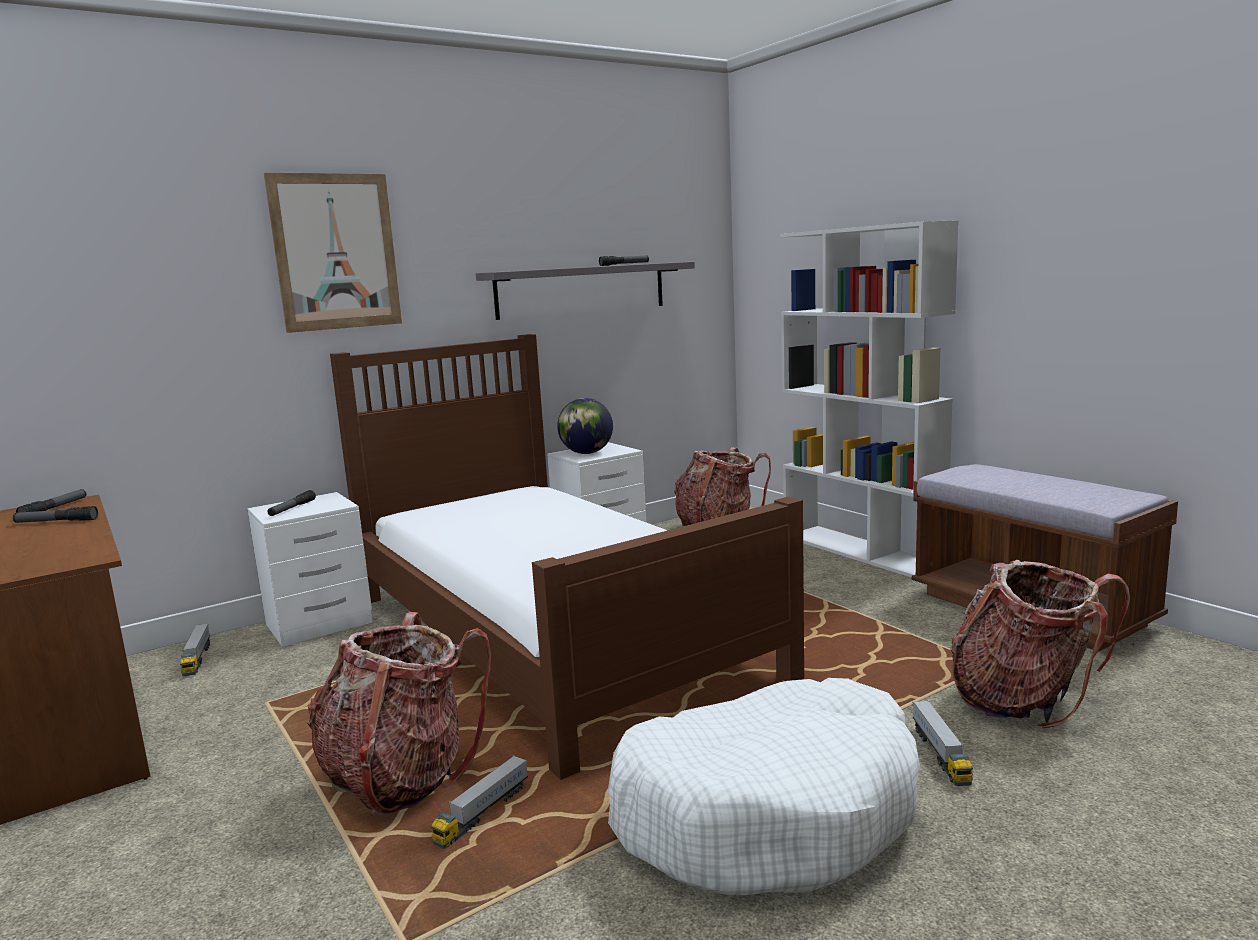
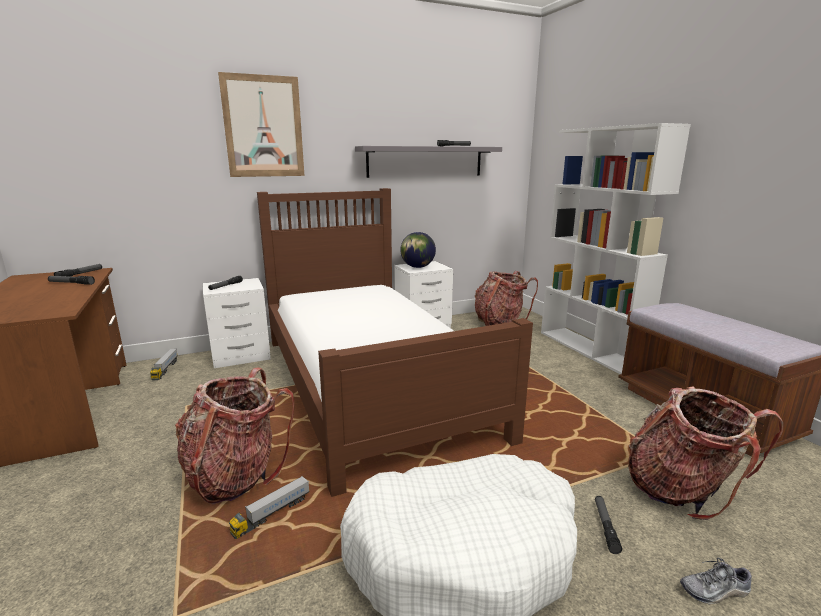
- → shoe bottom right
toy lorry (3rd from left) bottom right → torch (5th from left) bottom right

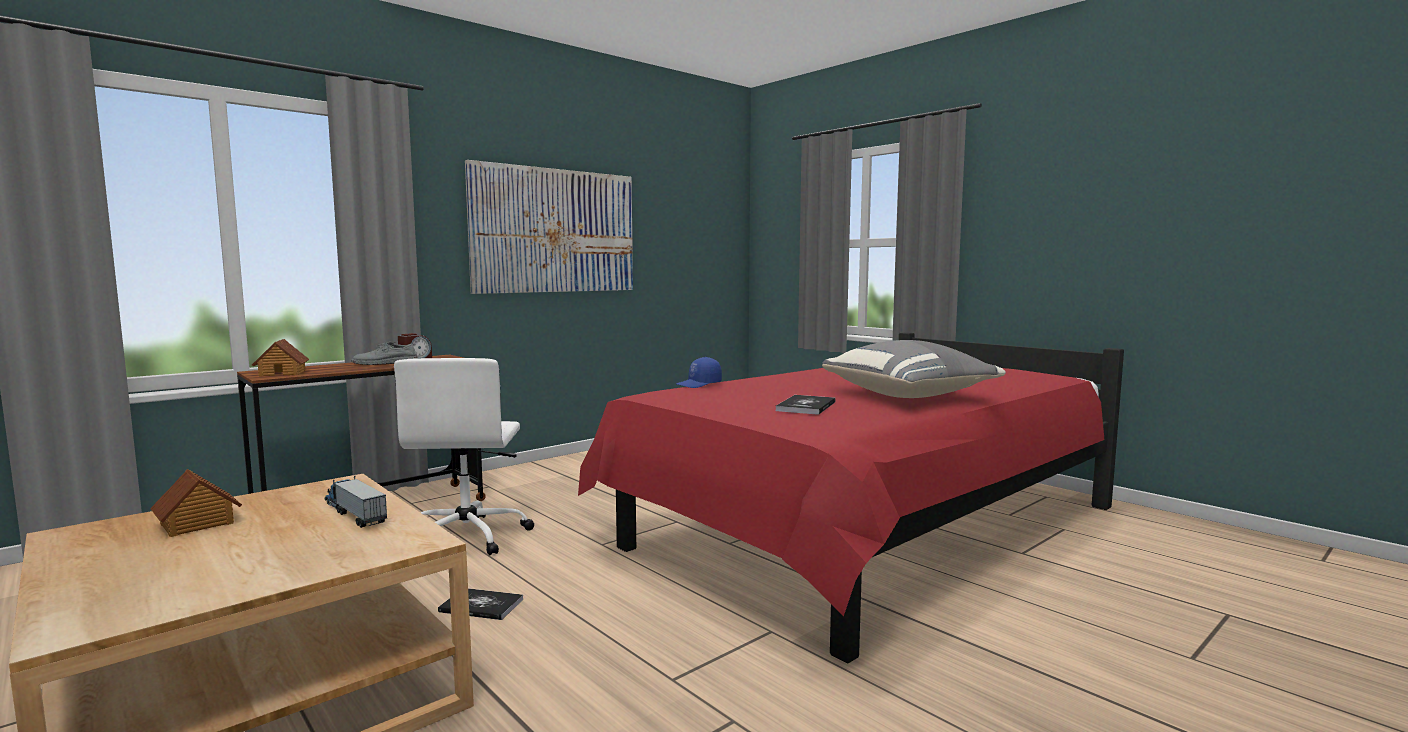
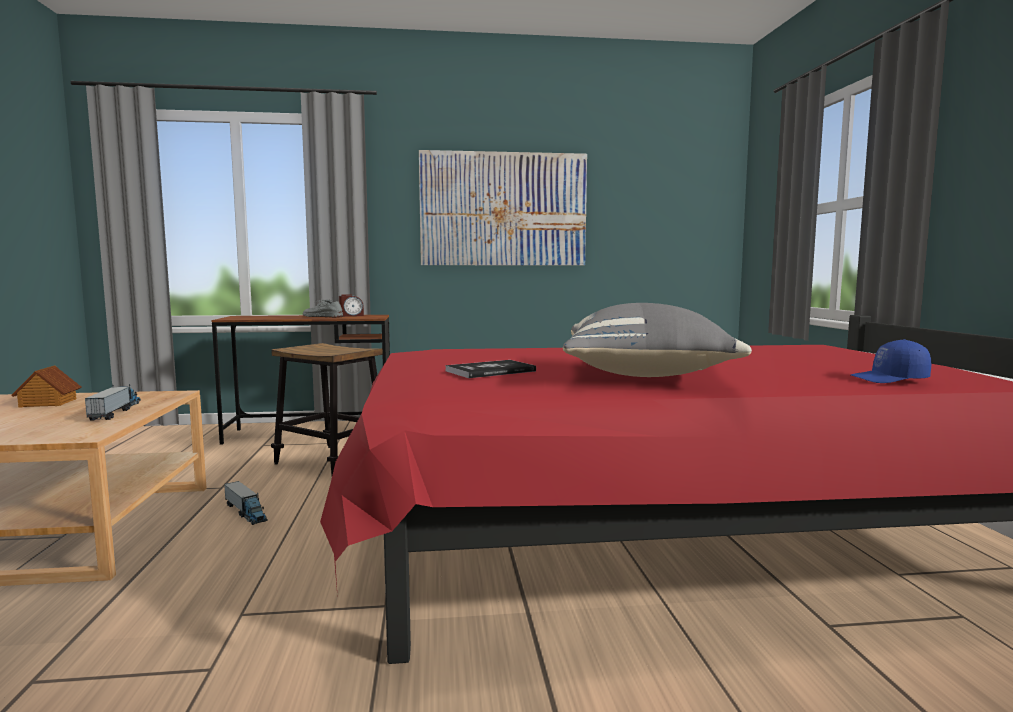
model house (2nd from left) middle left → -
baseball cap/blue-coloured centre → baseball cap/blue-coloured middle right, moved
computer chair/white-coloured middle left → sitting stool middle left
volume (1st from left) bottom centre → toy lorry (2nd from left) bottom left

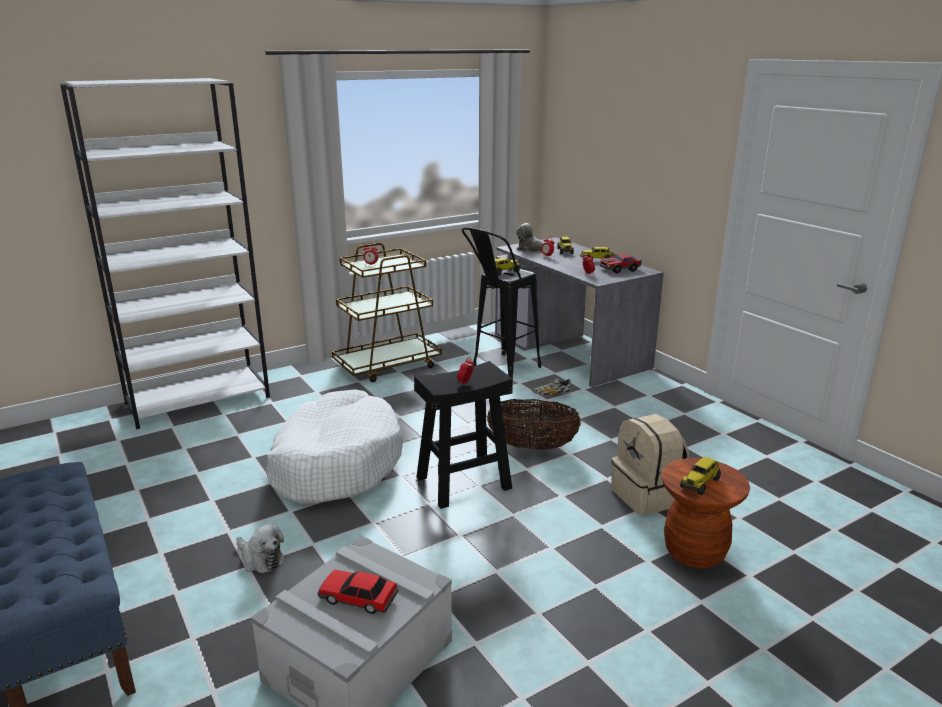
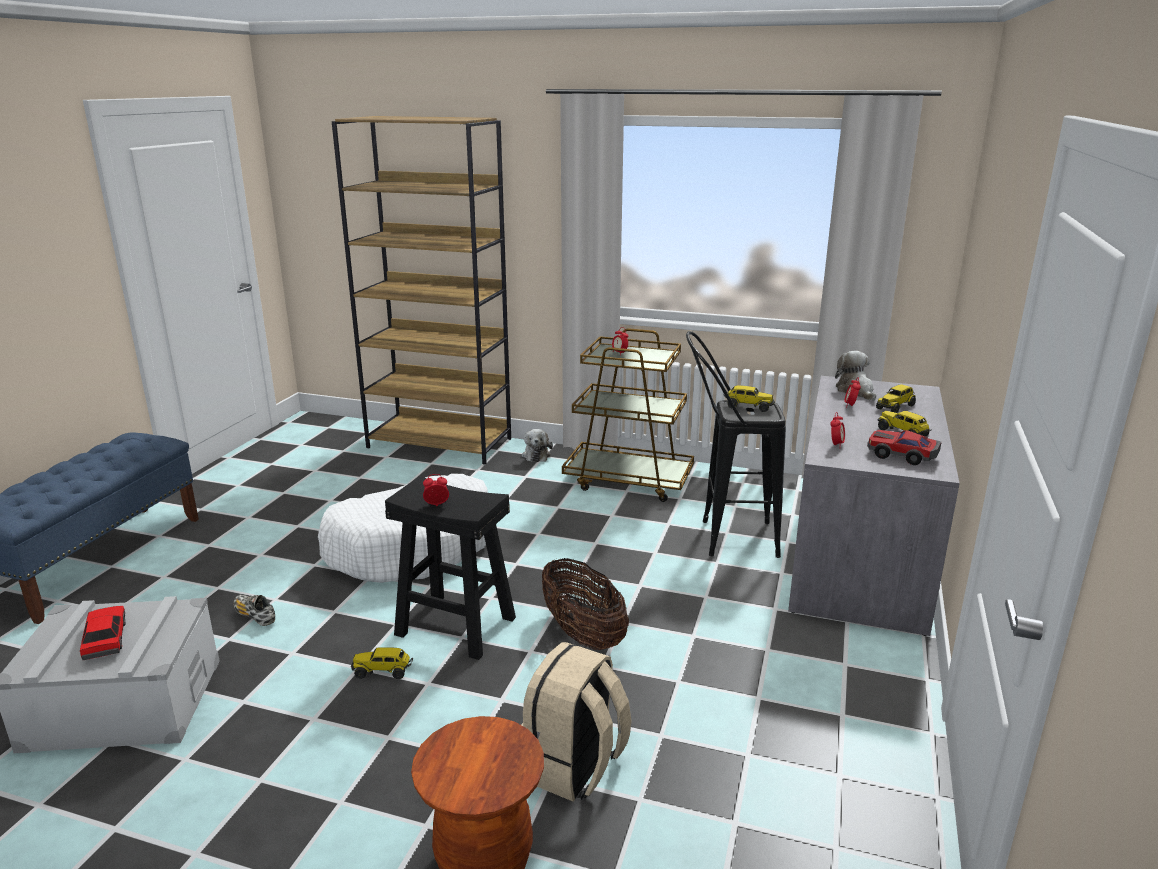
cuddly toy (1st from left) bottom left → cuddly toy (1st from left) centre, moved
shoe centre → shoe bottom left, moved
toy lorry (4th from left in the first image) bottom right → toy lorry (1st from left) bottom left, moved
bookcase/white-coloured middle left → bookcase/brown-coloured centre

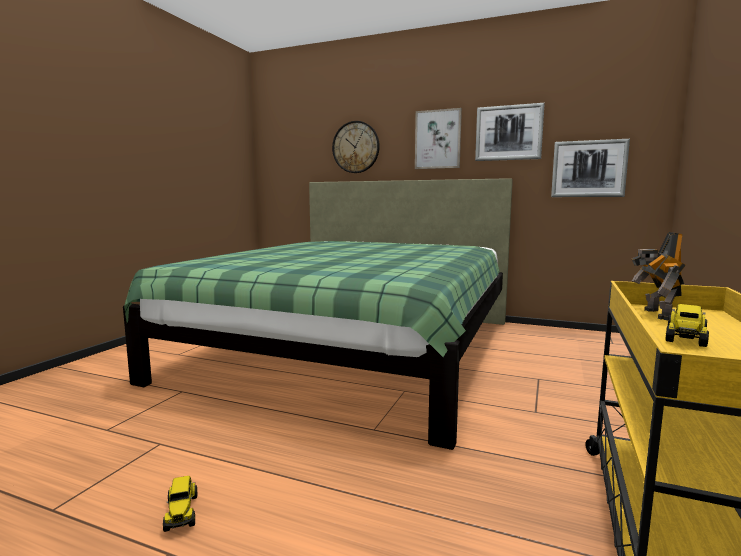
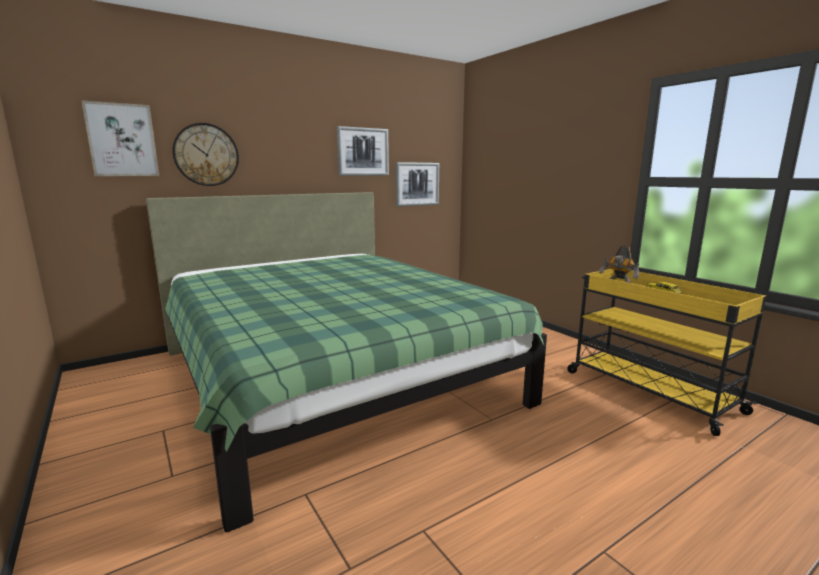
toy lorry (1st from left) bottom left → -
wall picture (1st from left) top centre → wall picture (1st from left) top left, moved

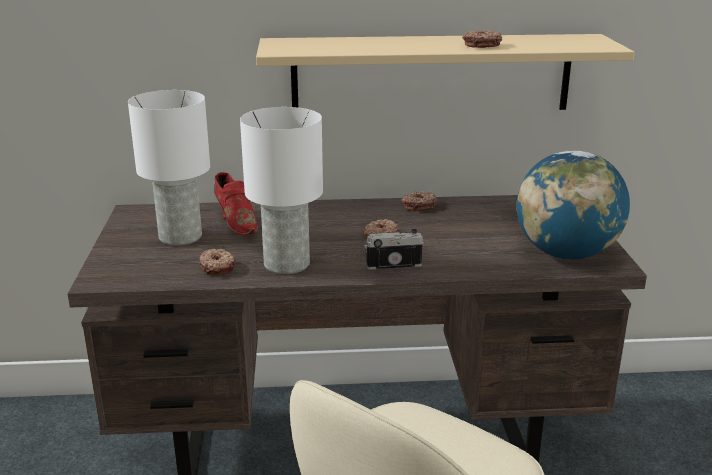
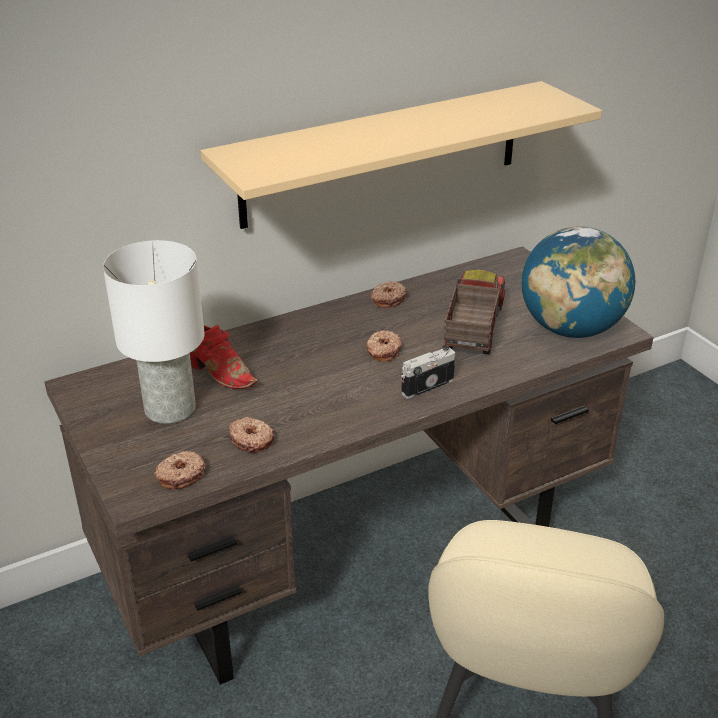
lamp for a table/white-coloured (2nd from left) centre → -
- → toy lorry centre
doughnut (4th from left in the first image) top right → doughnut (1st from left) middle left, moved

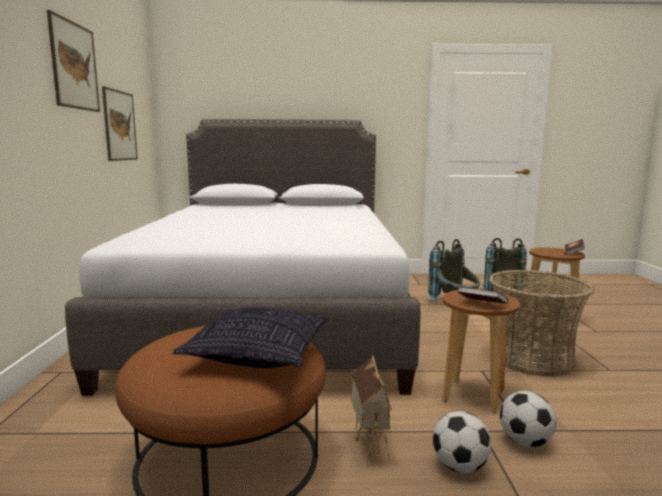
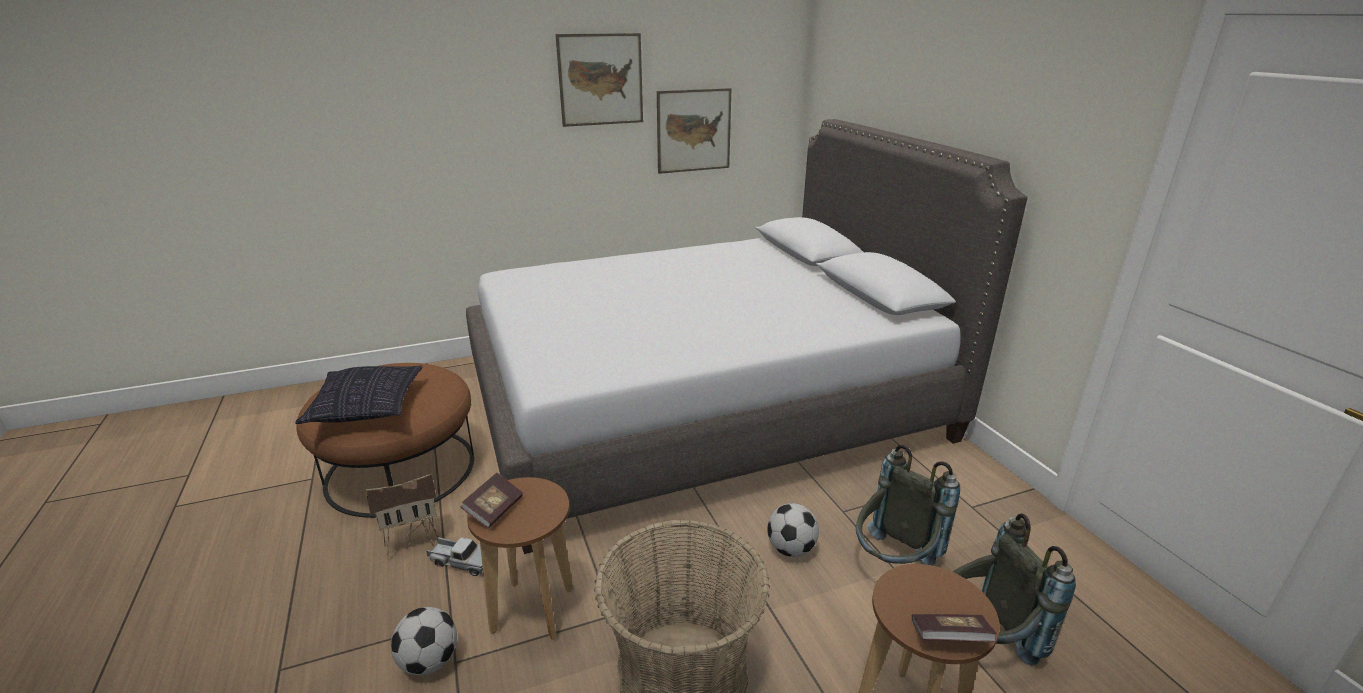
- → toy lorry bottom left
football (1st from left in the first image) bottom right → football (2nd from left) bottom centre, moved

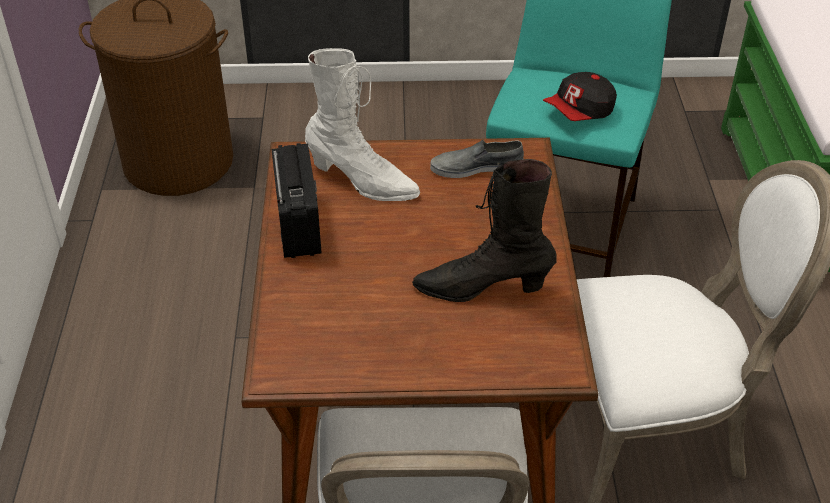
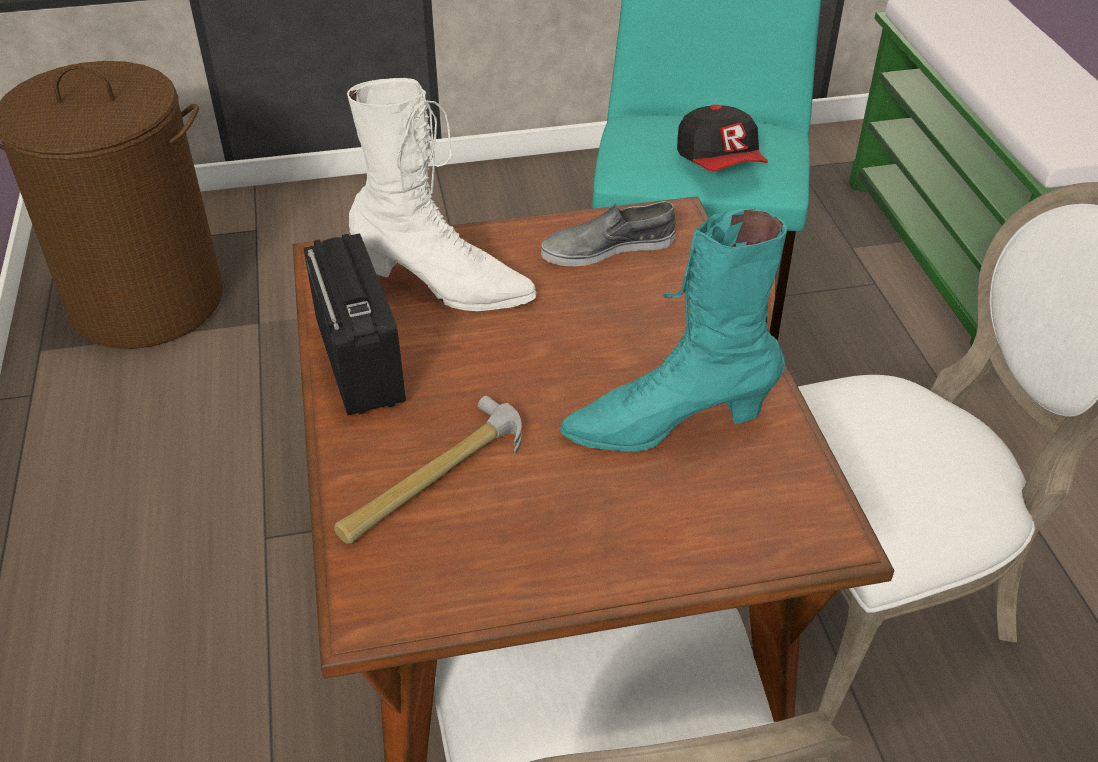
- → tool hammer centre
boot/black-coloured centre → boot/turquoise-coloured centre
baseball cap top right → baseball cap top centre, 60 degrees counterclockwise

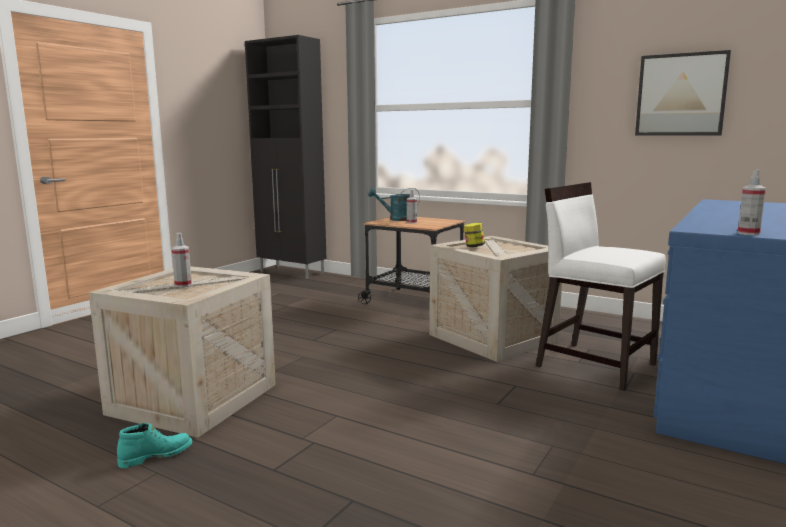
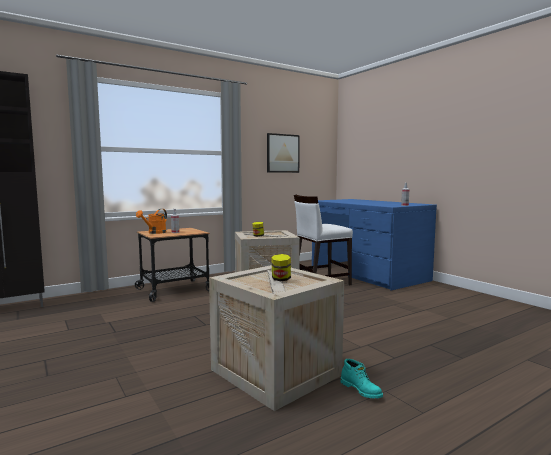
sprayer (1st from left) middle left → storage jar (2nd from left) centre
watering pot/turquoise-coloured centre → watering pot/orange-coloured middle left
boot/turquoise-coloured bottom left → boot/turquoise-coloured bottom centre, 150 degrees clockwise

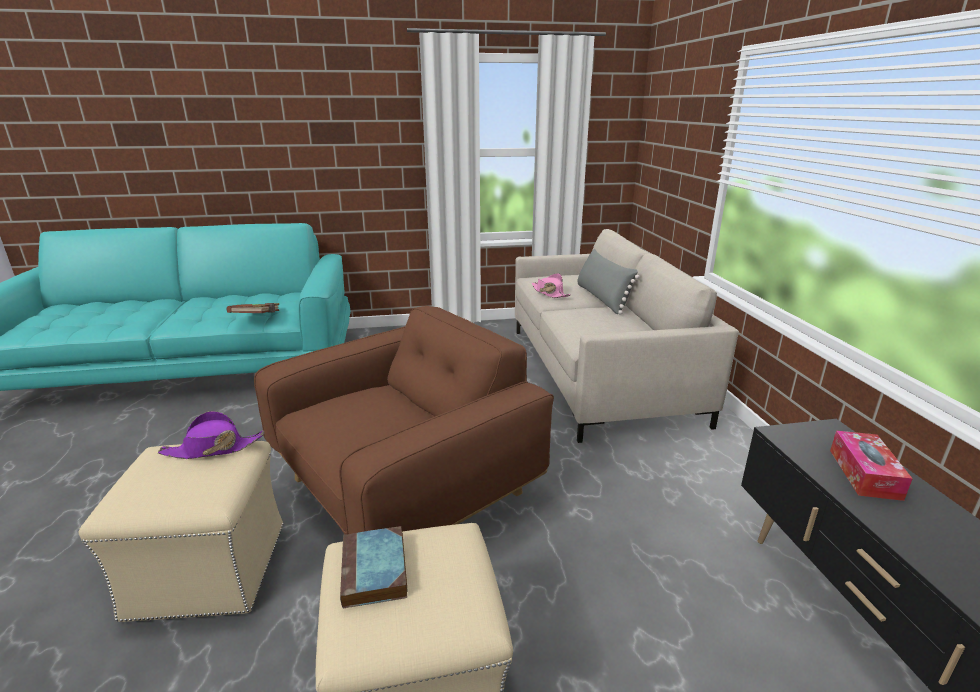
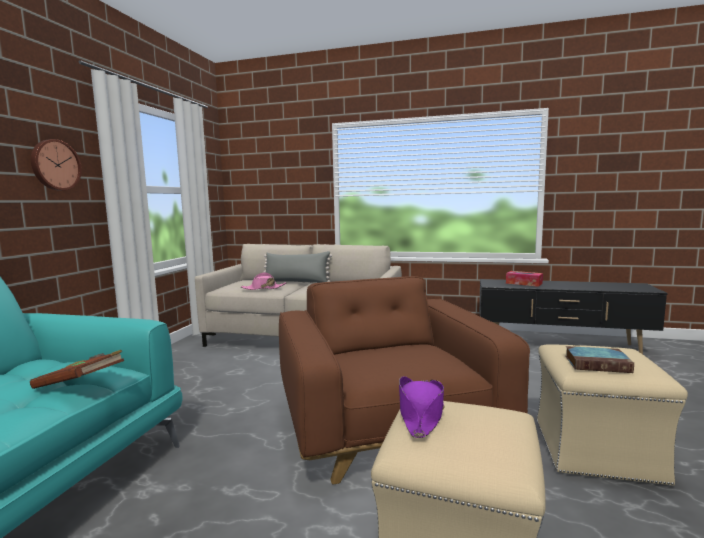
- → clock on the wall top left

